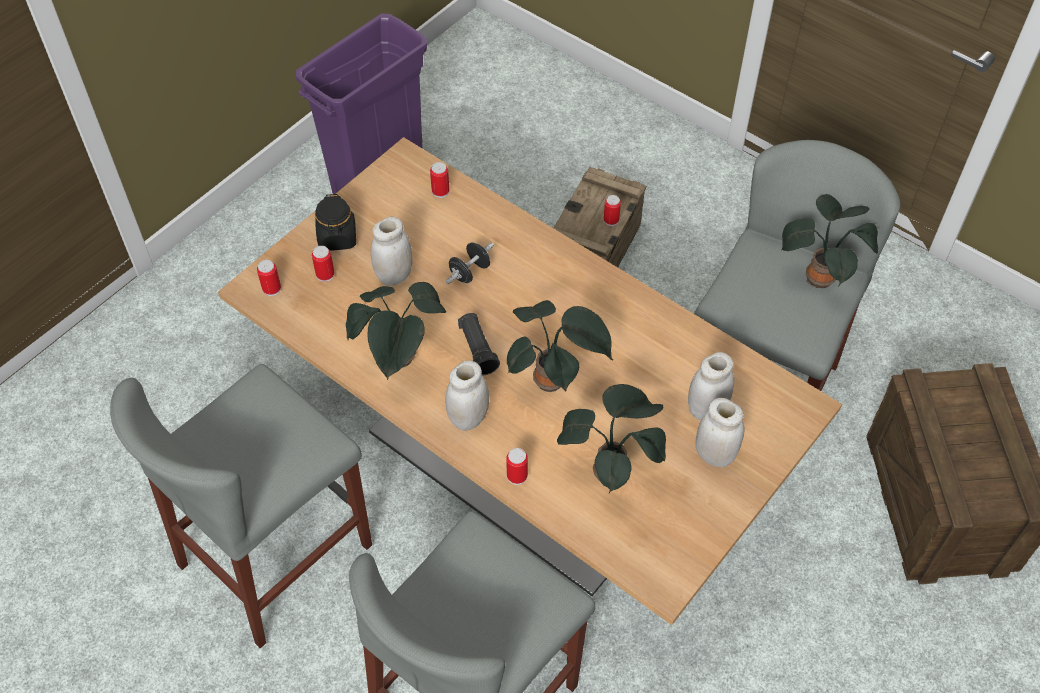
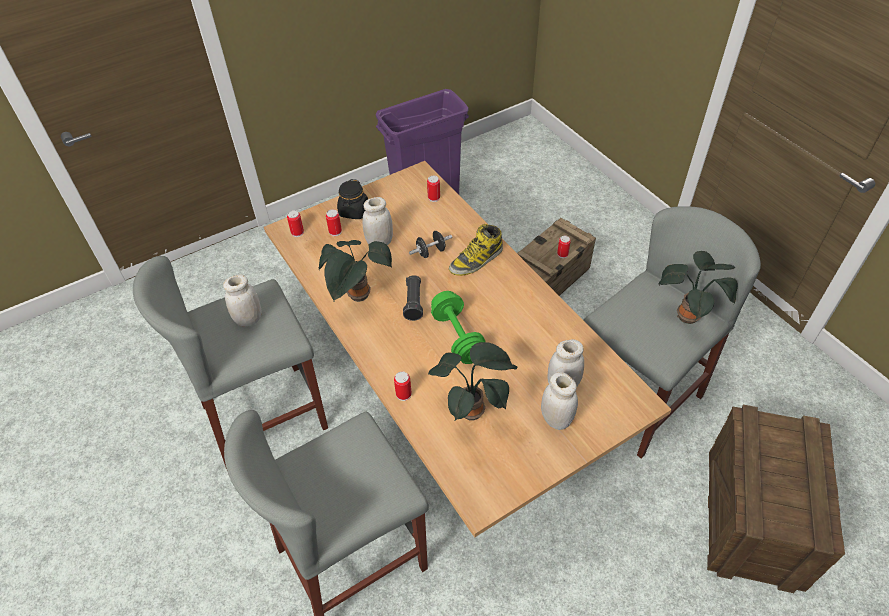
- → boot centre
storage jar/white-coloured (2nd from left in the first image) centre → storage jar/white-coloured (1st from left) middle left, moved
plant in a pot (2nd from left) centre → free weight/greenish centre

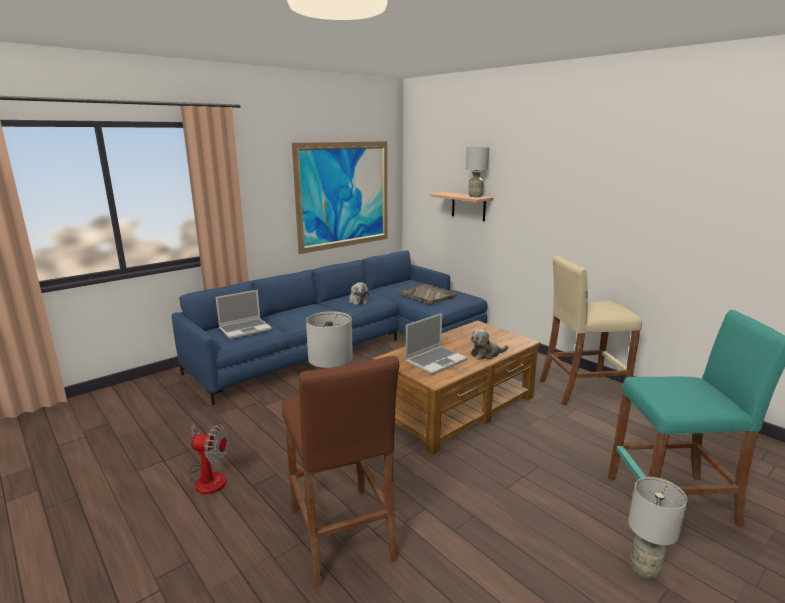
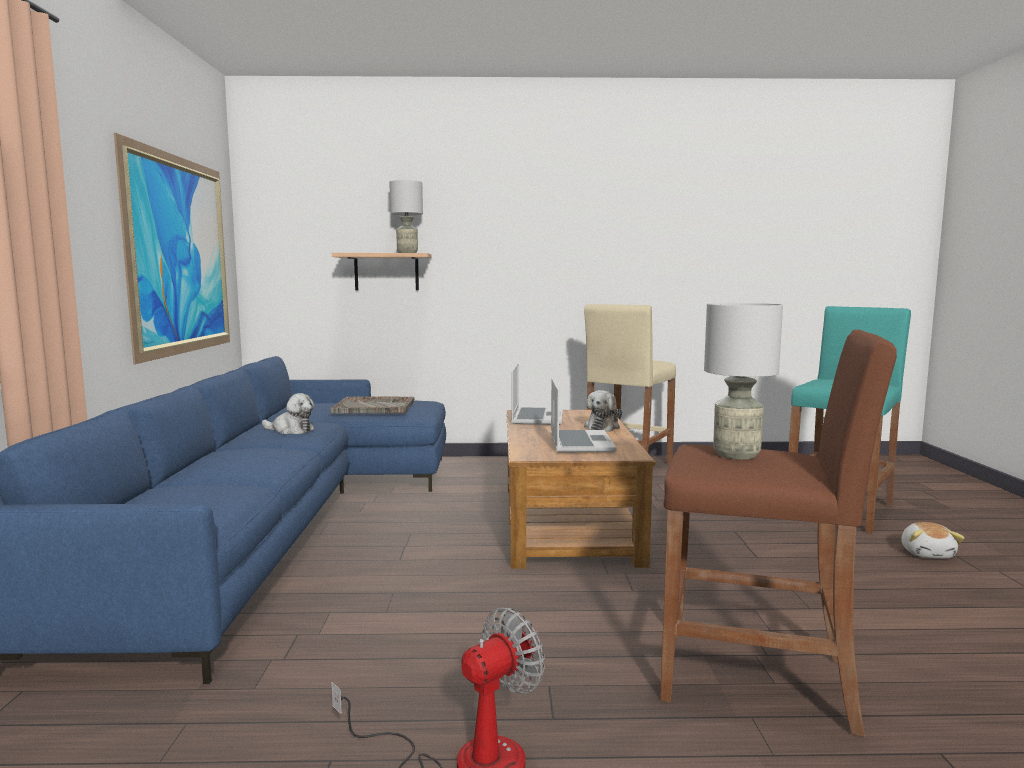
laptop (1st from left) middle left → laptop (1st from left) centre, moved
lamp for a table/grey (3rd from left) bottom right → cuddly toy (3rd from left) bottom right

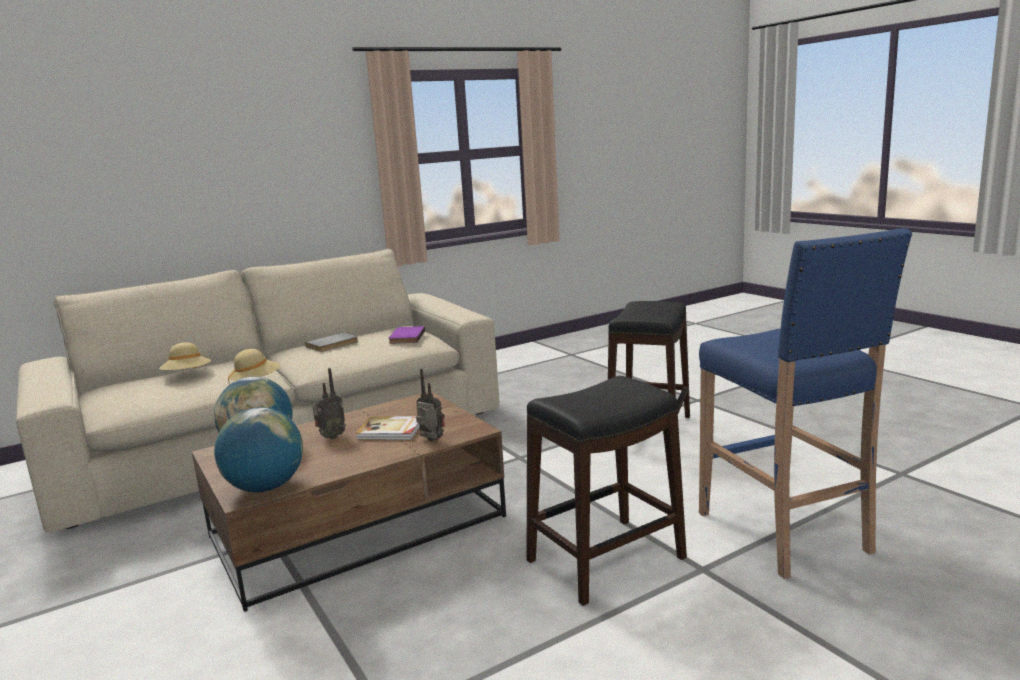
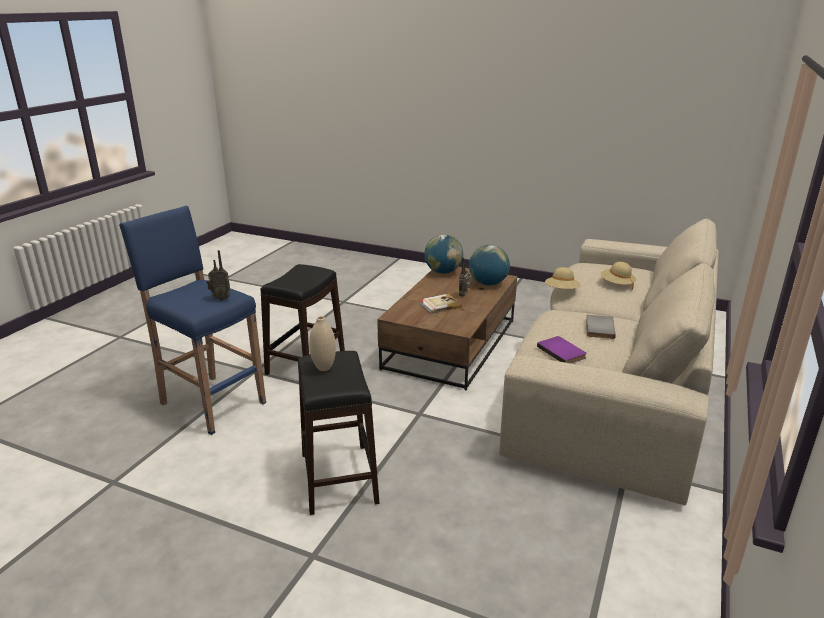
- → decorative vase/sand-coloured centre
radio (2nd from left in the first image) centre → radio (1st from left) middle left, moved

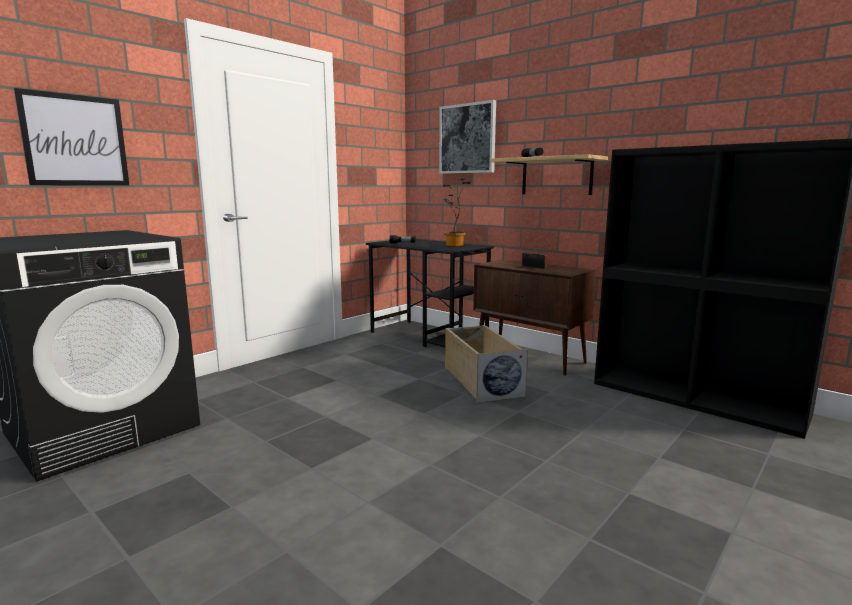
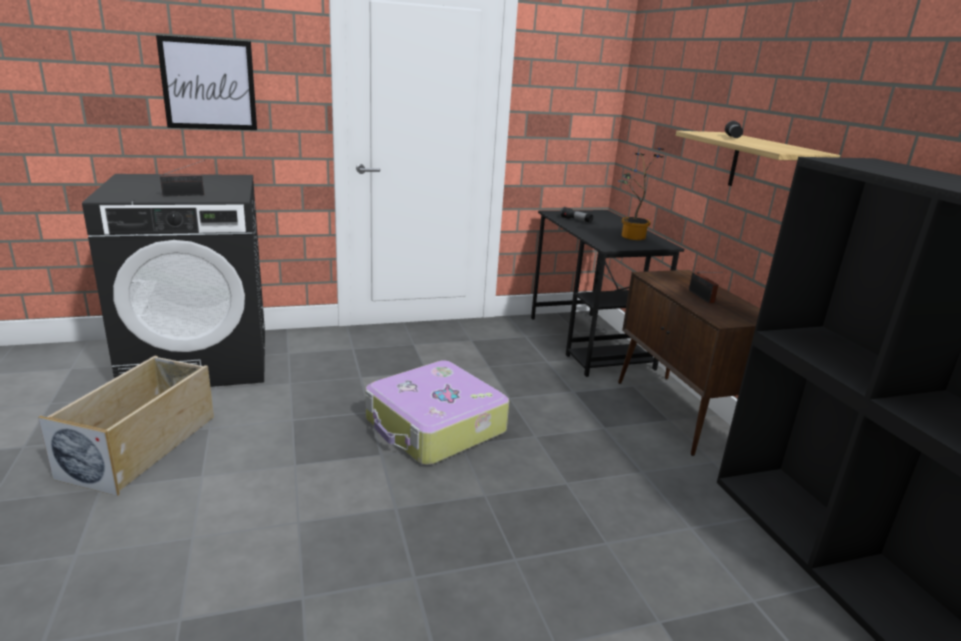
wall picture (2nd from left) top centre → -
- → radio (1st from left) top left
- → travel case centre
storage box/sand-coloured centre → storage box/sand-coloured middle left, moved

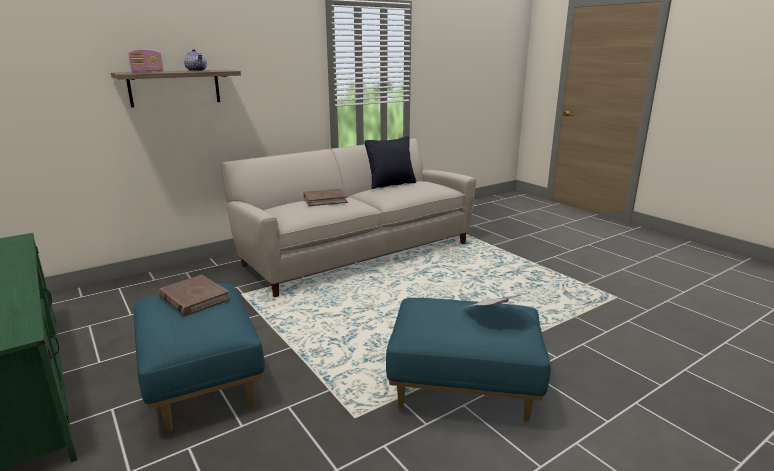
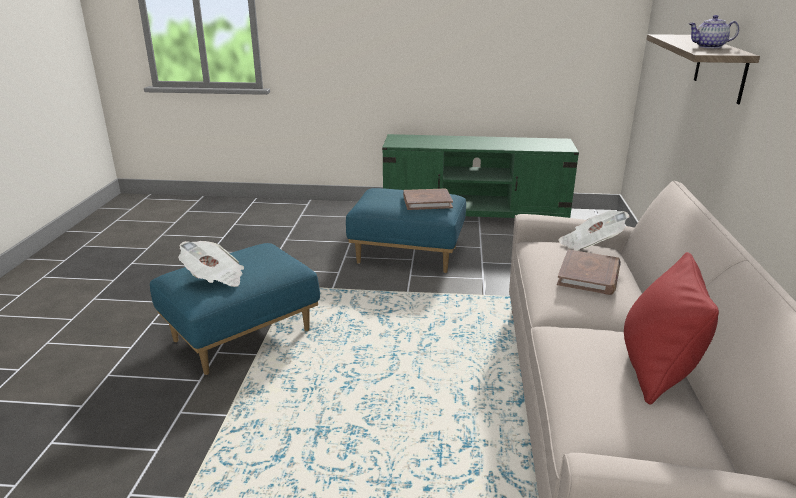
radio top left → -
- → printed paper (2nd from left) middle right
throw pillow/black-coloured centre → throw pillow/reddish middle right

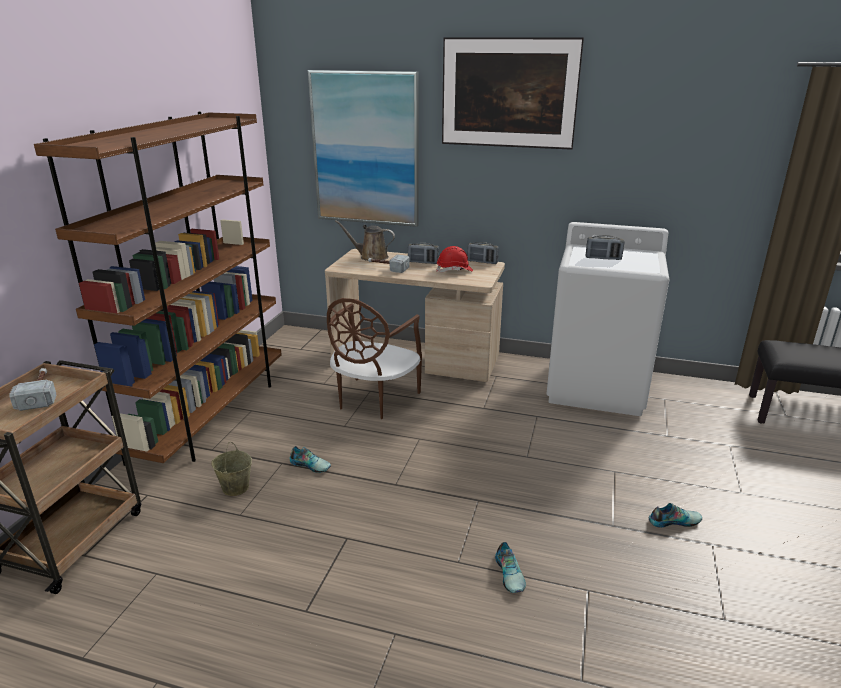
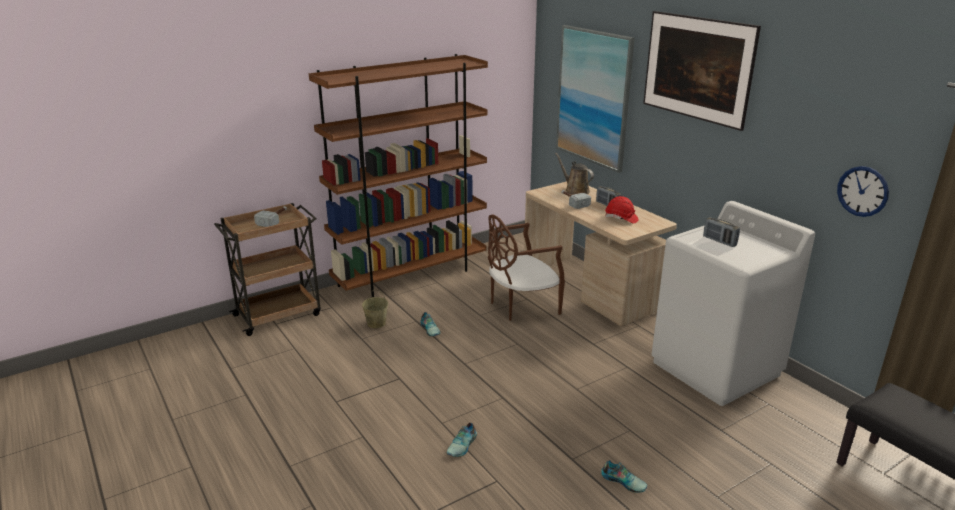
radio (2nd from left) centre → -
- → clock on the wall middle right

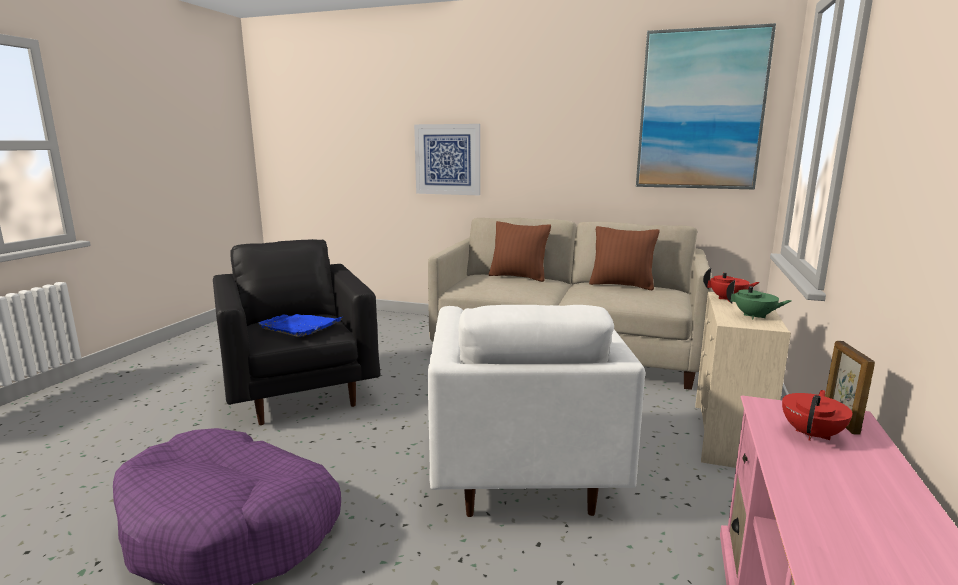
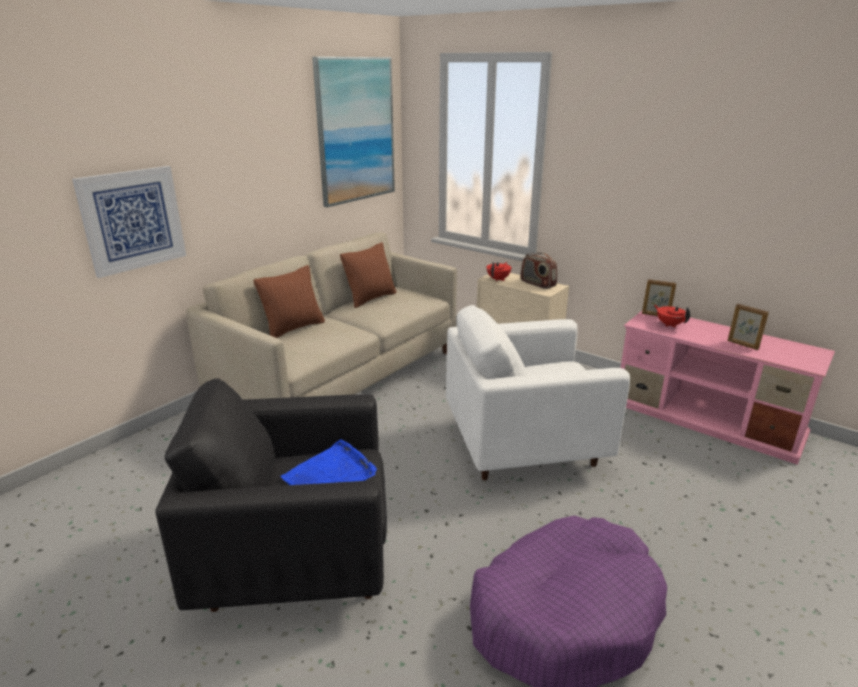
- → picture frame (2nd from left) middle right
pot for tea/greenish middle right → radio centre
easy chair/white-coloured bottom centre → easy chair/white-coloured centre, 150 degrees clockwise

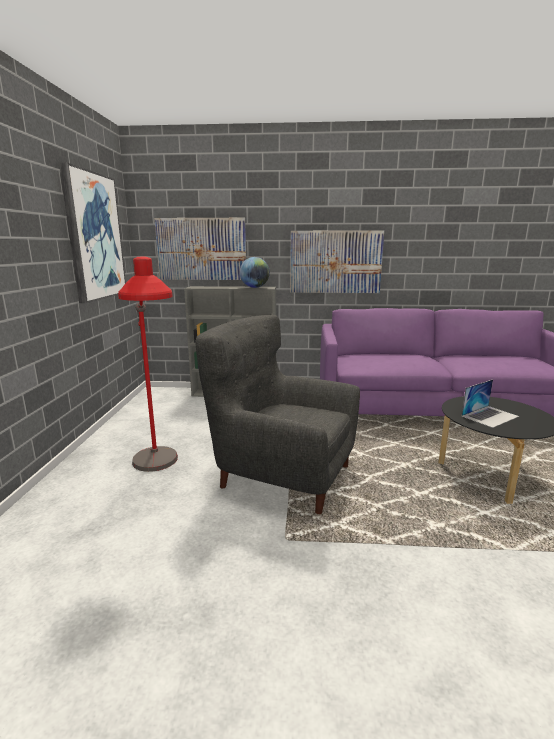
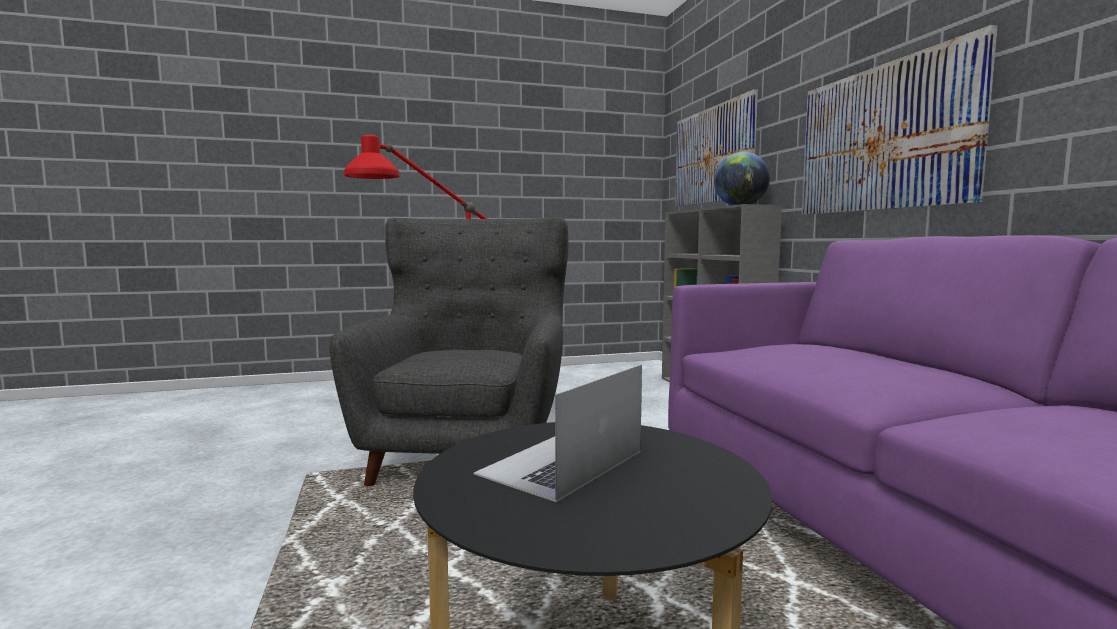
wall picture (1st from left) top left → -
laptop middle right → laptop bottom centre, 90 degrees clockwise

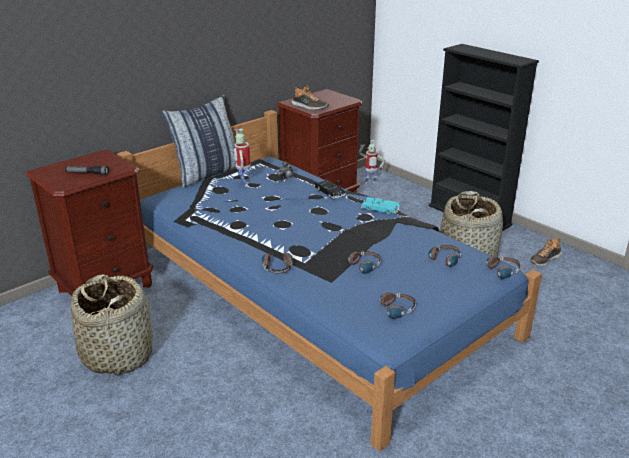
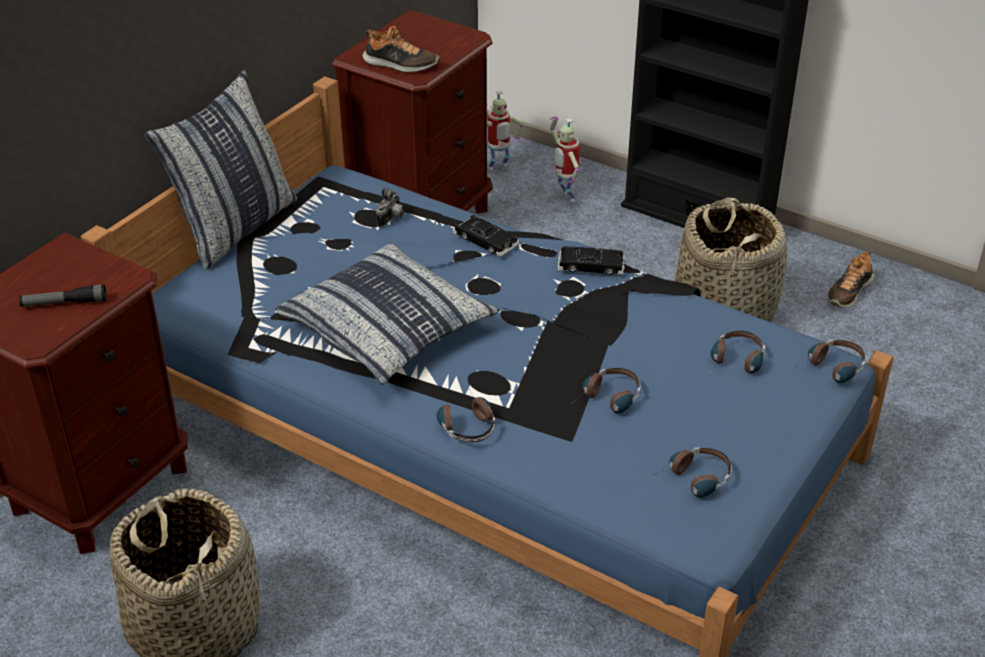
- → throw pillow (2nd from left) centre
robot figure (1st from left in the first image) centre → robot figure (2nd from left) top centre, moved
toy car/turquoise-coloured centre → toy car/black-coloured (2nd from left) centre

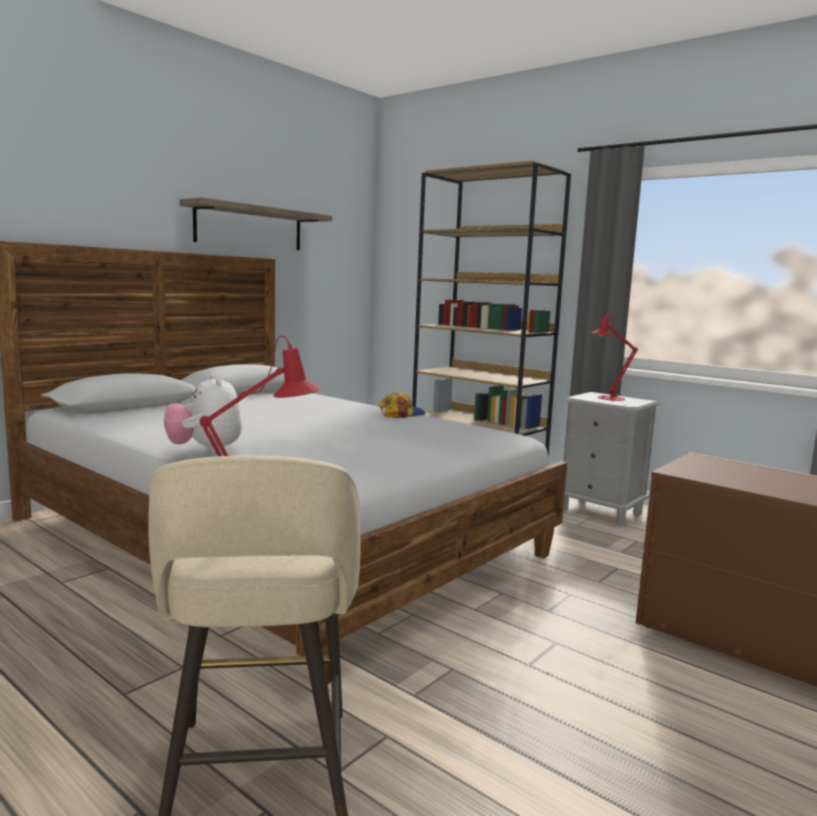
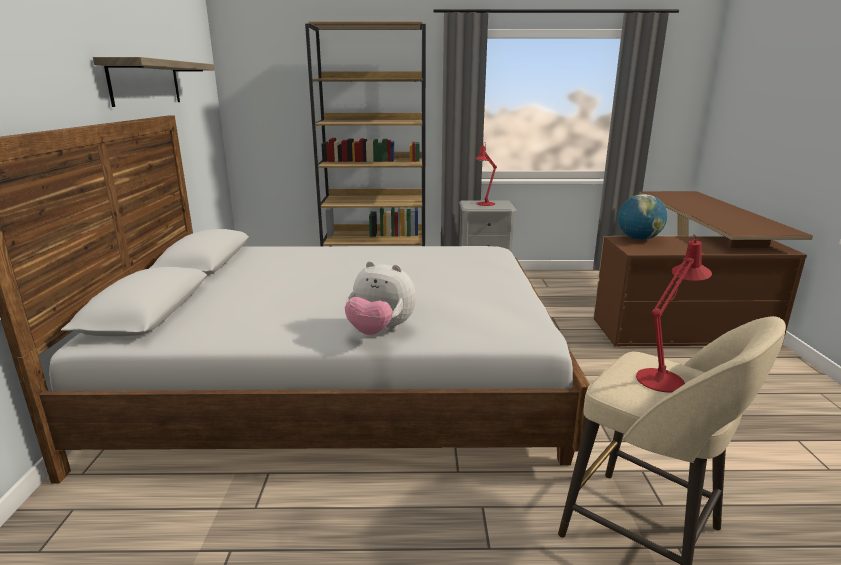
baseball cap centre → -
- → desk globe middle right

